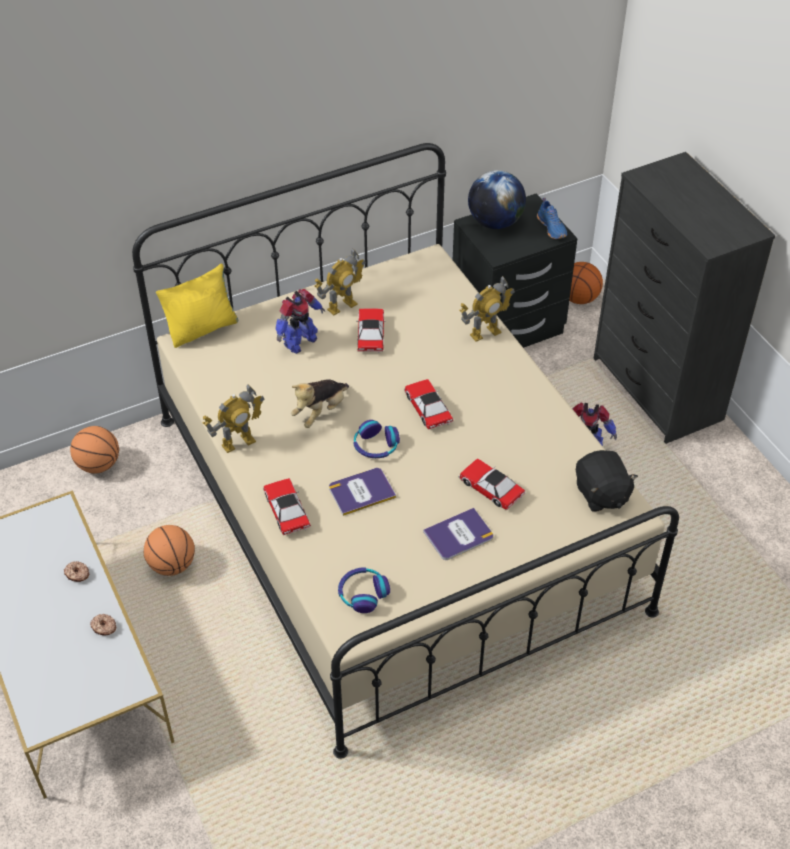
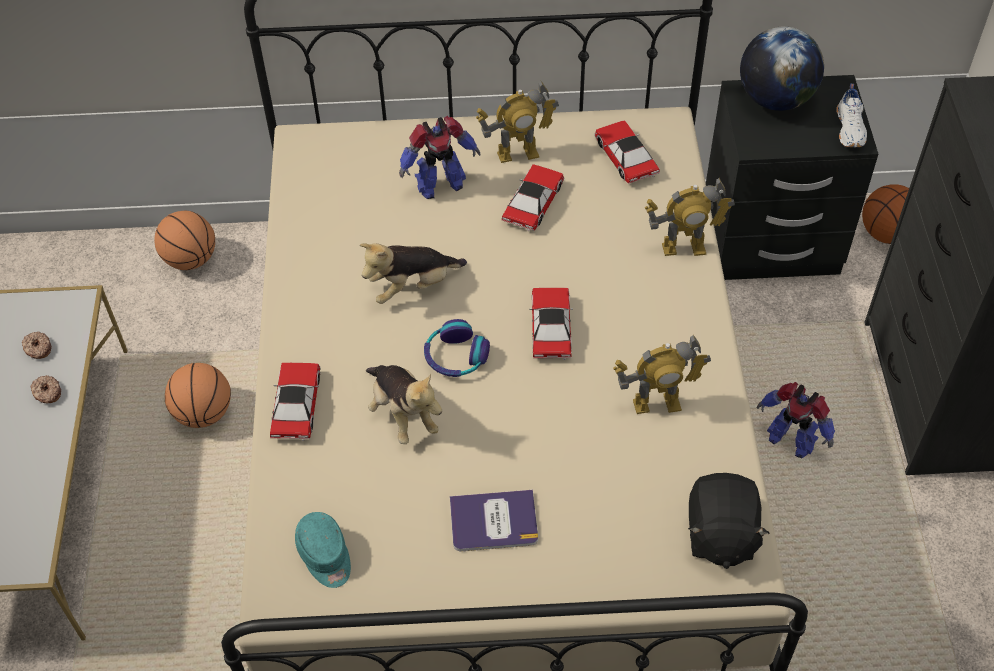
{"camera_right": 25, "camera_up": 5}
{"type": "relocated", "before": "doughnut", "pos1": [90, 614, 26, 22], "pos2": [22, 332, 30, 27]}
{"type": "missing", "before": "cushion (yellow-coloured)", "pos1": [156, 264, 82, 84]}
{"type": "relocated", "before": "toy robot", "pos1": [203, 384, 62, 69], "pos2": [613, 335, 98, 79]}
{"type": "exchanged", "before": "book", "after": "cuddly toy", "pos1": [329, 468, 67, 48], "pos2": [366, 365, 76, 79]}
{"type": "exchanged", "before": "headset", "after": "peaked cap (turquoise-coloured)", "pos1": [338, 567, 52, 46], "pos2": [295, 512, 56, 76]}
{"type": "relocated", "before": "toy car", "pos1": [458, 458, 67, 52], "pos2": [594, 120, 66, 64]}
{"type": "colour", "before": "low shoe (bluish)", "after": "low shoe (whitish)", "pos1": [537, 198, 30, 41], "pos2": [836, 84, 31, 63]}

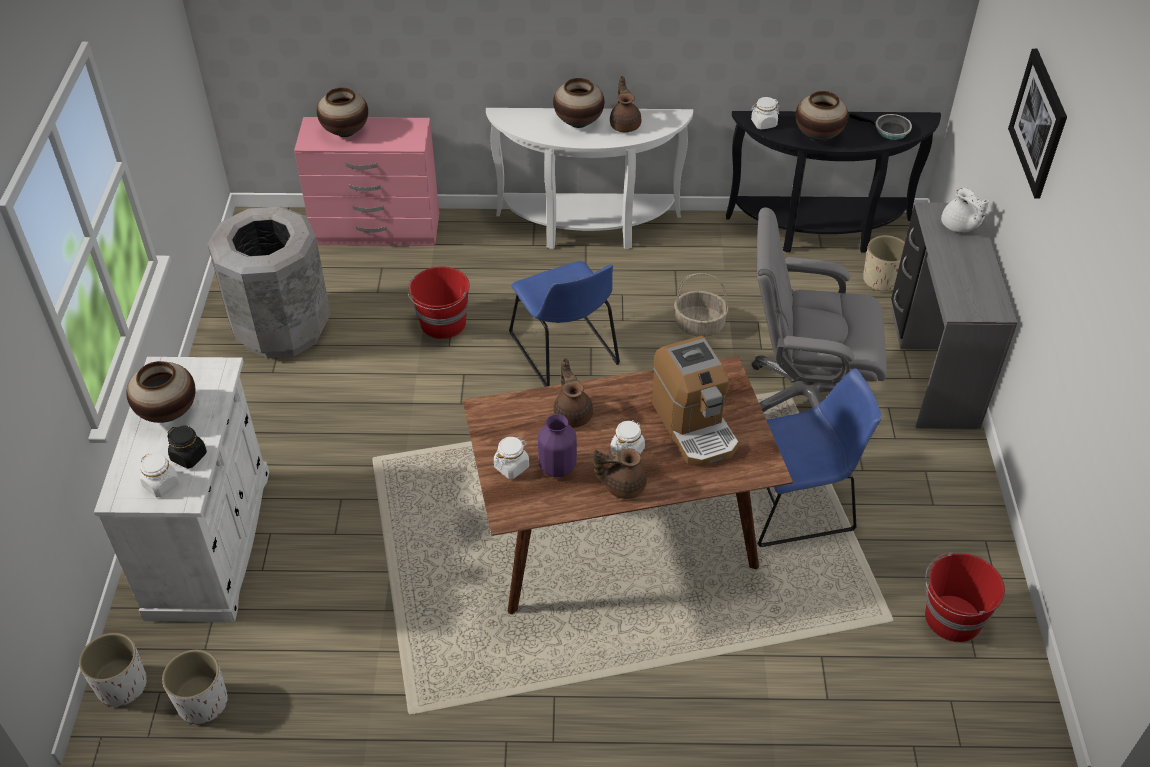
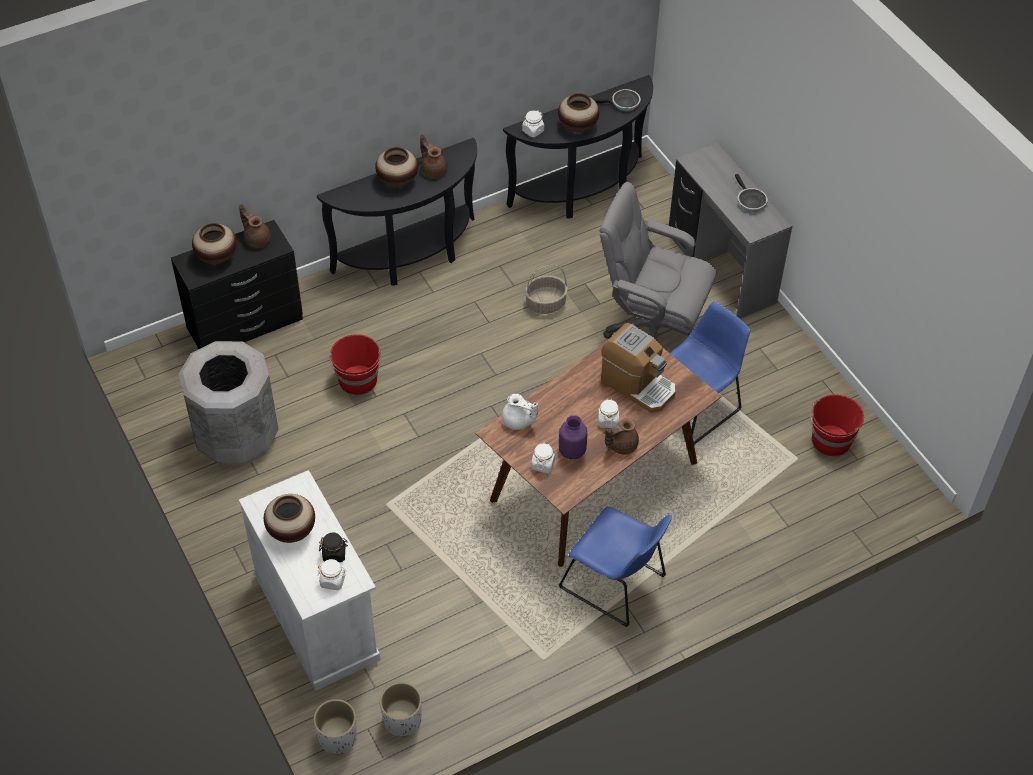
{"camera_right": -30, "camera_up": 5}
{"type": "colour", "before": "drawer chest (pink)", "after": "drawer chest (black-coloured)", "pos1": [294, 117, 145, 129], "pos2": [171, 220, 132, 129]}
{"type": "colour", "before": "narrow table (whitish)", "after": "narrow table (black-coloured)", "pos1": [486, 108, 207, 141], "pos2": [317, 138, 160, 148]}
{"type": "relocated", "before": "plain chair (bluish)", "pos1": [509, 261, 111, 126], "pos2": [559, 507, 113, 120]}
{"type": "relocated", "before": "teapot (brown)", "pos1": [553, 358, 40, 70], "pos2": [239, 204, 32, 44]}
{"type": "spun", "before": "office chair (greyish)", "pos1": [752, 207, 135, 205], "pos2": [600, 182, 117, 158], "turn": 45}
{"type": "missing", "before": "planter (sand-coloured)", "pos1": [863, 235, 42, 56]}
{"type": "relocated", "before": "teapot (whitish)", "pos1": [941, 188, 48, 44], "pos2": [502, 394, 36, 36]}
{"type": "missing", "before": "picture", "pos1": [1008, 49, 59, 150]}
{"type": "appeared", "after": "skillet", "pos2": [735, 174, 33, 38]}

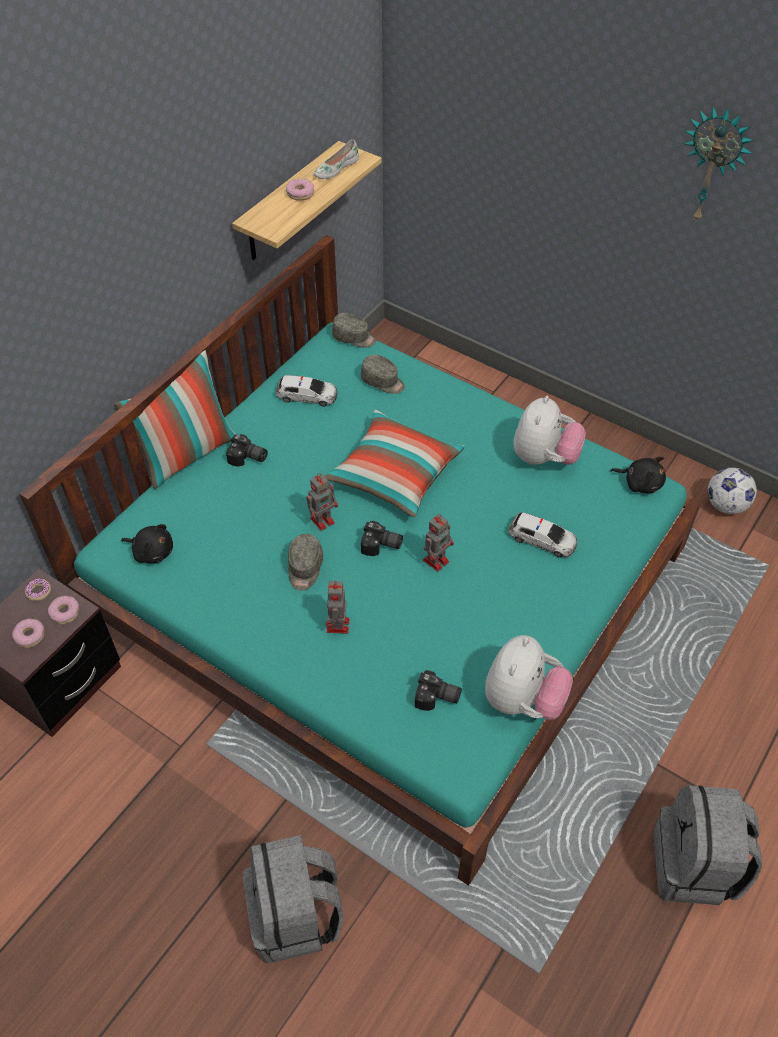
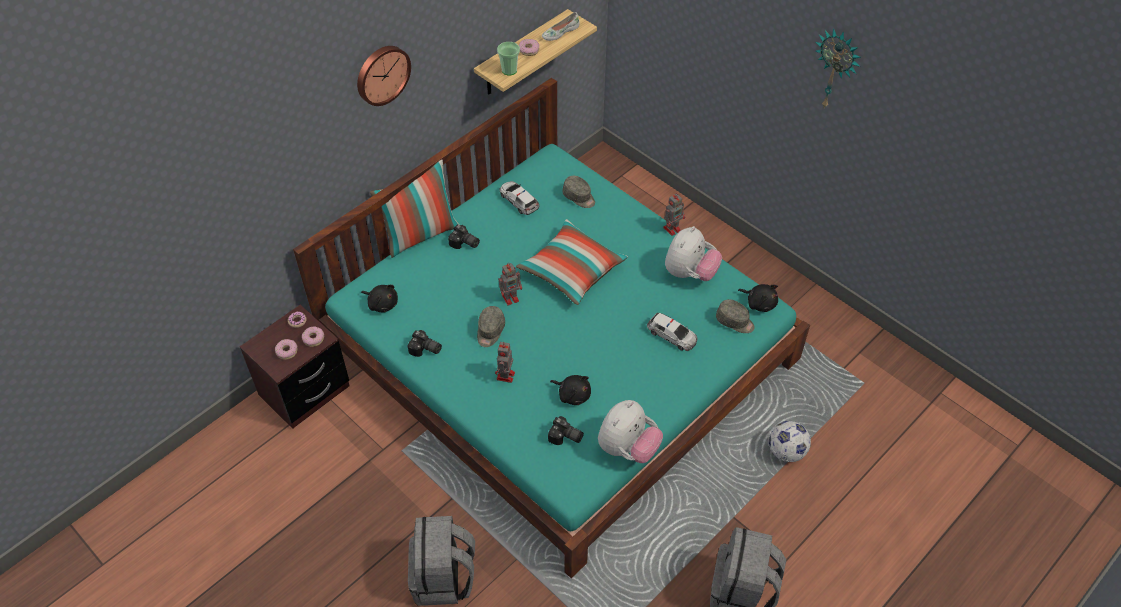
{"camera_right": 10, "camera_up": 0}
{"type": "spun", "before": "toy car", "pos1": [276, 375, 61, 32], "pos2": [500, 181, 40, 34], "turn": -150}
{"type": "relocated", "before": "peaked cap (greyish)", "pos1": [332, 313, 44, 35], "pos2": [716, 299, 39, 34]}
{"type": "relocated", "before": "still camera", "pos1": [361, 521, 42, 35], "pos2": [408, 330, 34, 27]}
{"type": "relocated", "before": "toy robot", "pos1": [423, 514, 31, 58], "pos2": [663, 194, 22, 42]}
{"type": "relocated", "before": "football", "pos1": [707, 468, 50, 46], "pos2": [769, 421, 42, 41]}
{"type": "appeared", "after": "hanging clock", "pos2": [357, 46, 54, 60]}
{"type": "appeared", "after": "cup", "pos2": [497, 42, 23, 33]}
{"type": "appeared", "after": "cuddly toy (black-coloured)", "pos2": [550, 375, 41, 30]}

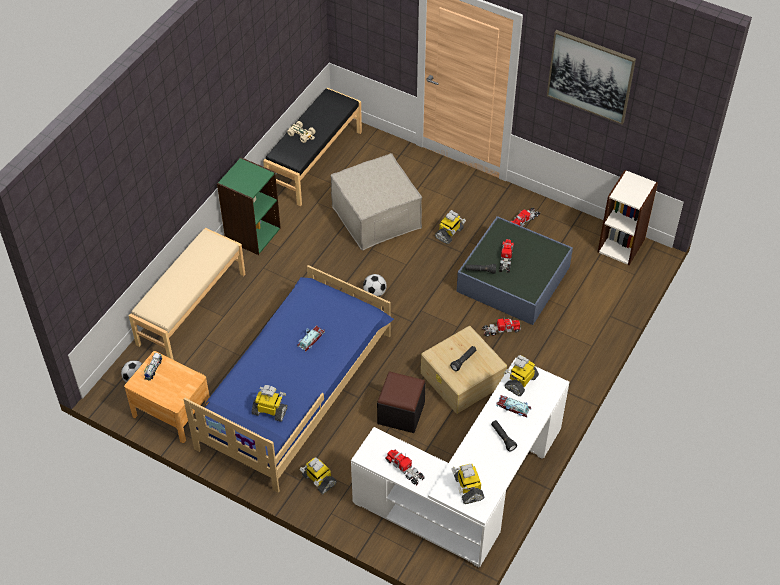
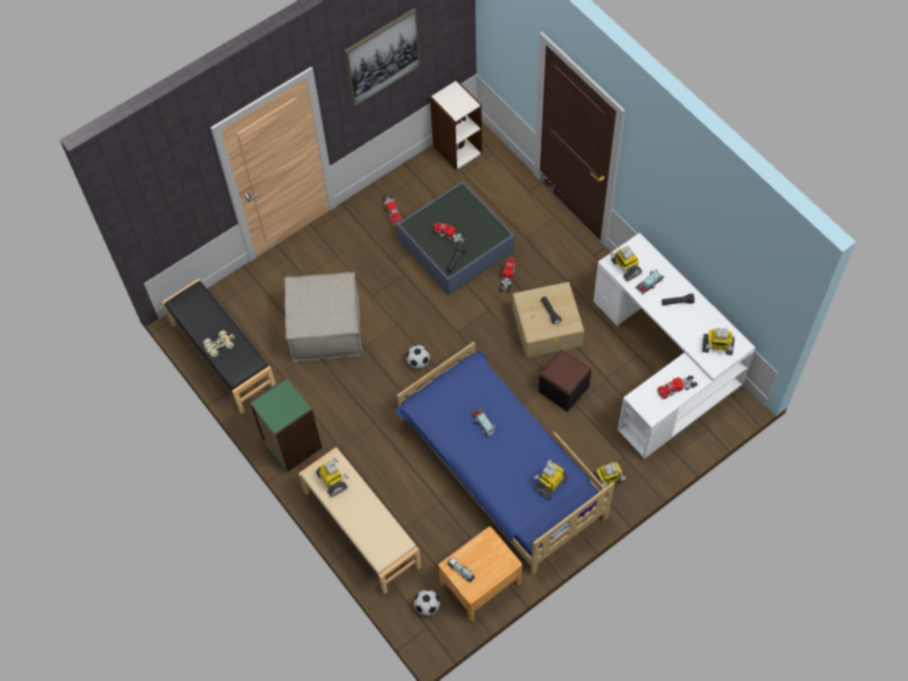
{"camera_right": -65, "camera_up": 10}
{"type": "relocated", "before": "toy robot", "pos1": [435, 210, 31, 34], "pos2": [316, 457, 33, 40]}

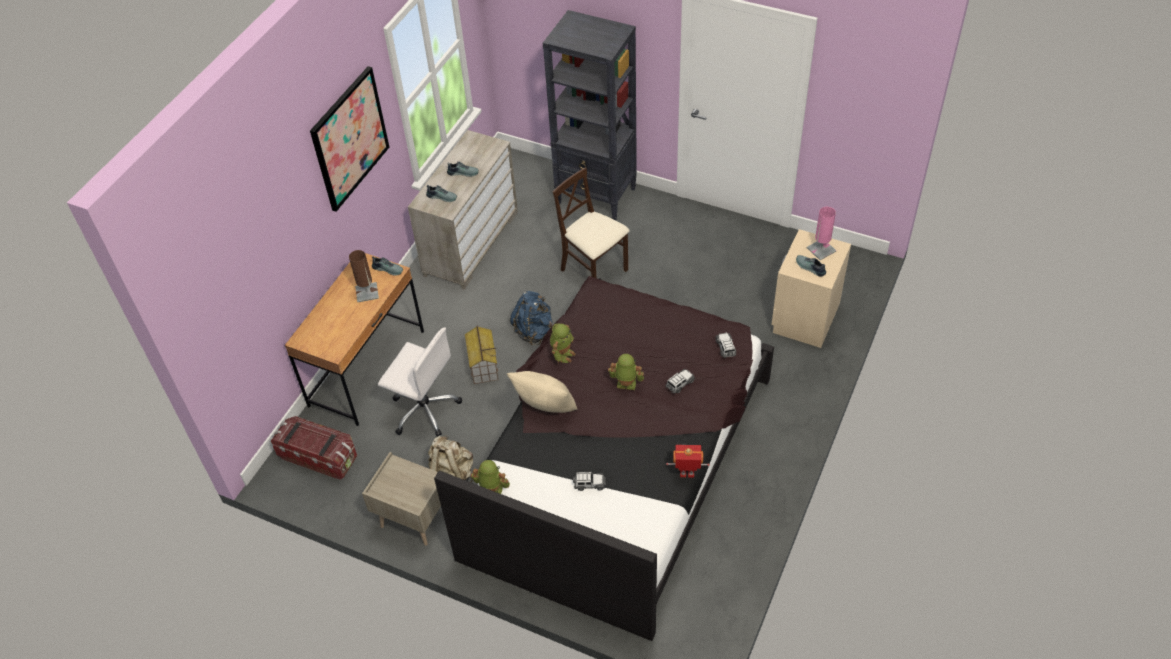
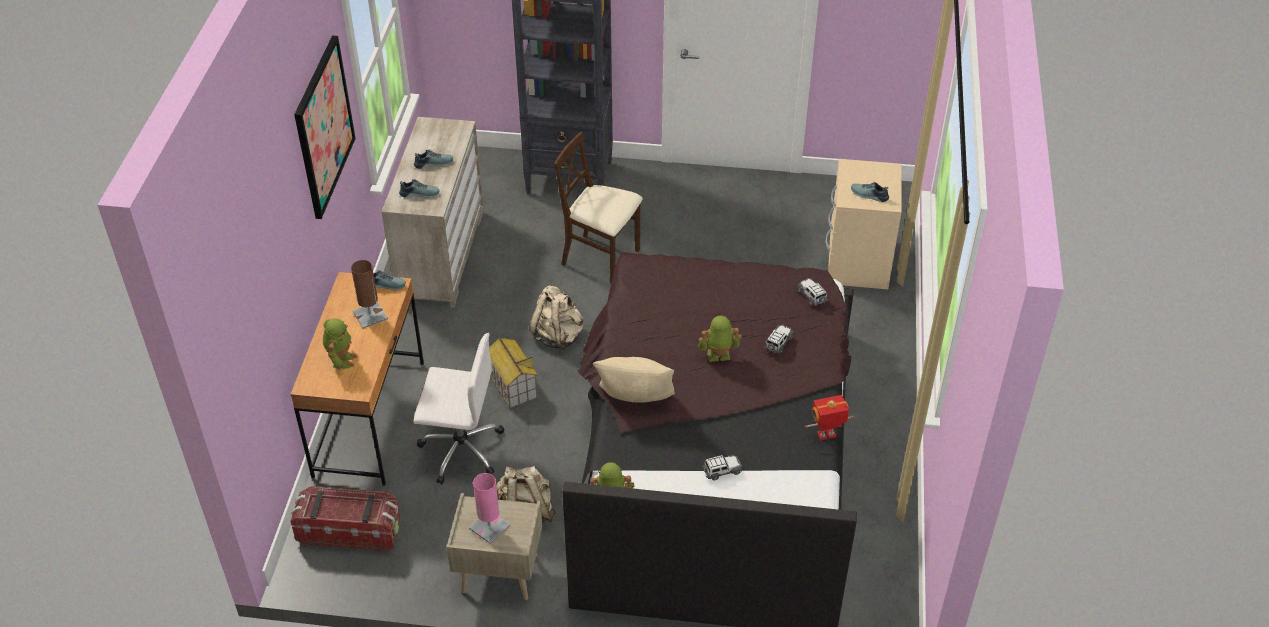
{"camera_right": -20, "camera_up": -5}
{"type": "colour", "before": "rucksack (bluish)", "after": "rucksack (sand-coloured)", "pos1": [510, 291, 42, 54], "pos2": [529, 285, 54, 66]}
{"type": "relocated", "before": "toy robot", "pos1": [550, 323, 26, 41], "pos2": [323, 318, 34, 52]}
{"type": "relocated", "before": "lamp for a table (pink)", "pos1": [807, 207, 29, 53], "pos2": [469, 473, 41, 71]}

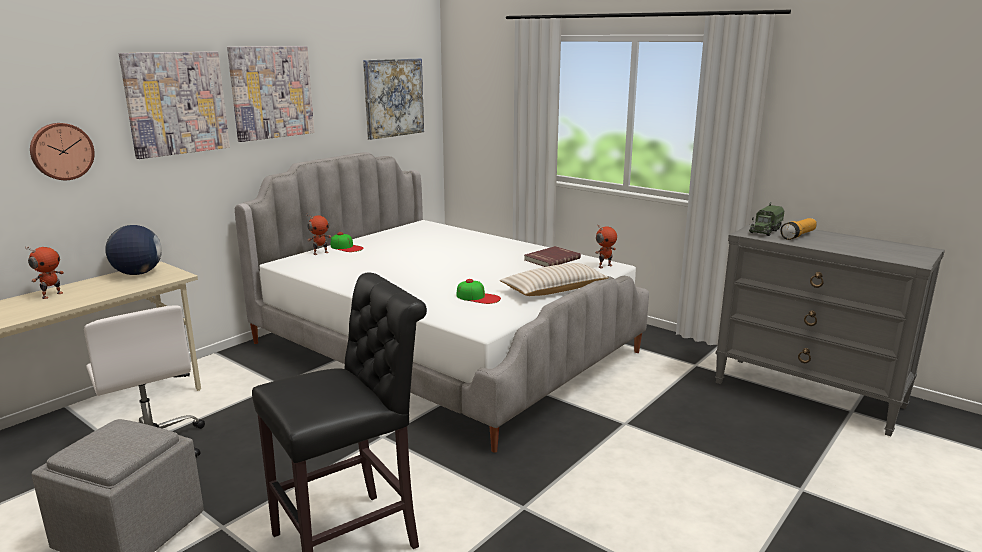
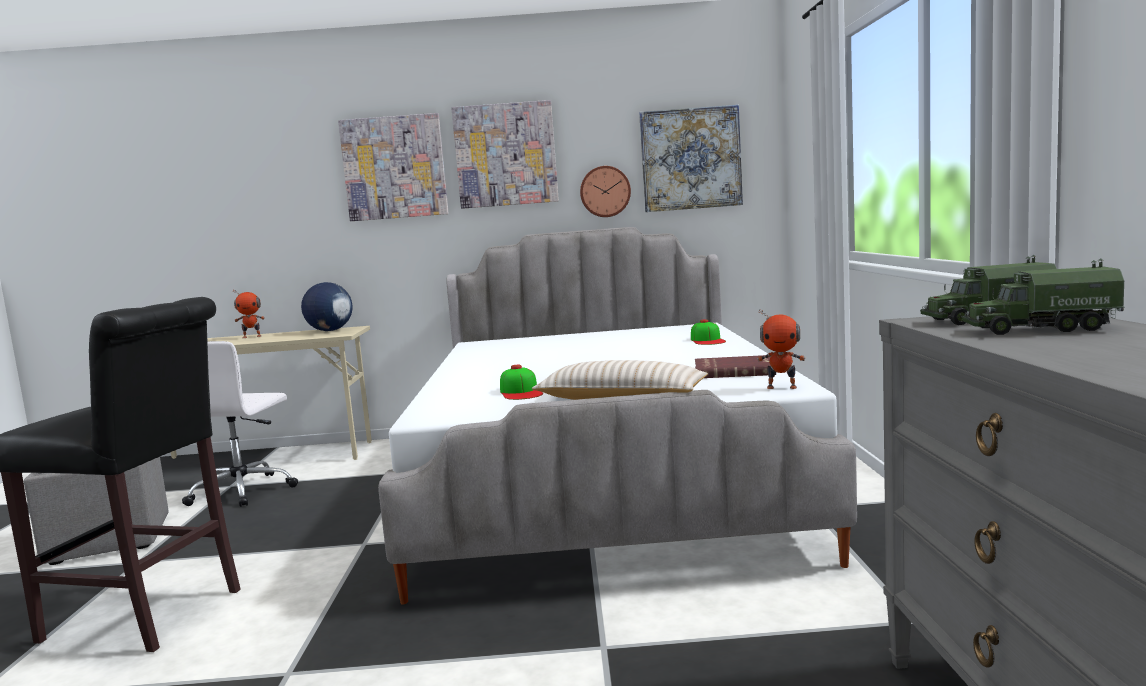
{"camera_right": 50, "camera_up": -10}
{"type": "relocated", "before": "hanging clock", "pos1": [30, 123, 65, 57], "pos2": [580, 166, 51, 51]}
{"type": "missing", "before": "toy robot", "pos1": [306, 214, 25, 41]}
{"type": "relocated", "before": "peaked cap", "pos1": [331, 232, 32, 20], "pos2": [691, 319, 35, 26]}
{"type": "exchanged", "before": "torch", "after": "toy lorry", "pos1": [780, 218, 37, 22], "pos2": [962, 258, 163, 77]}

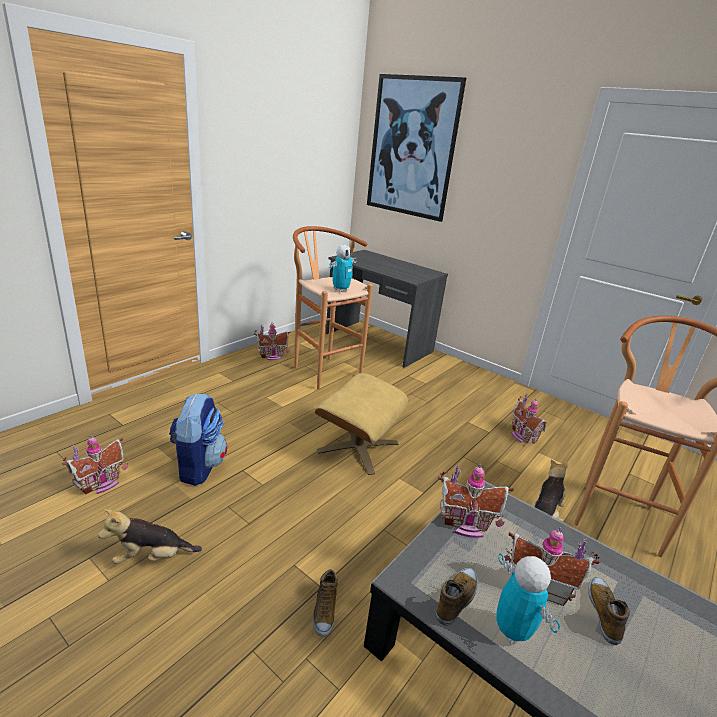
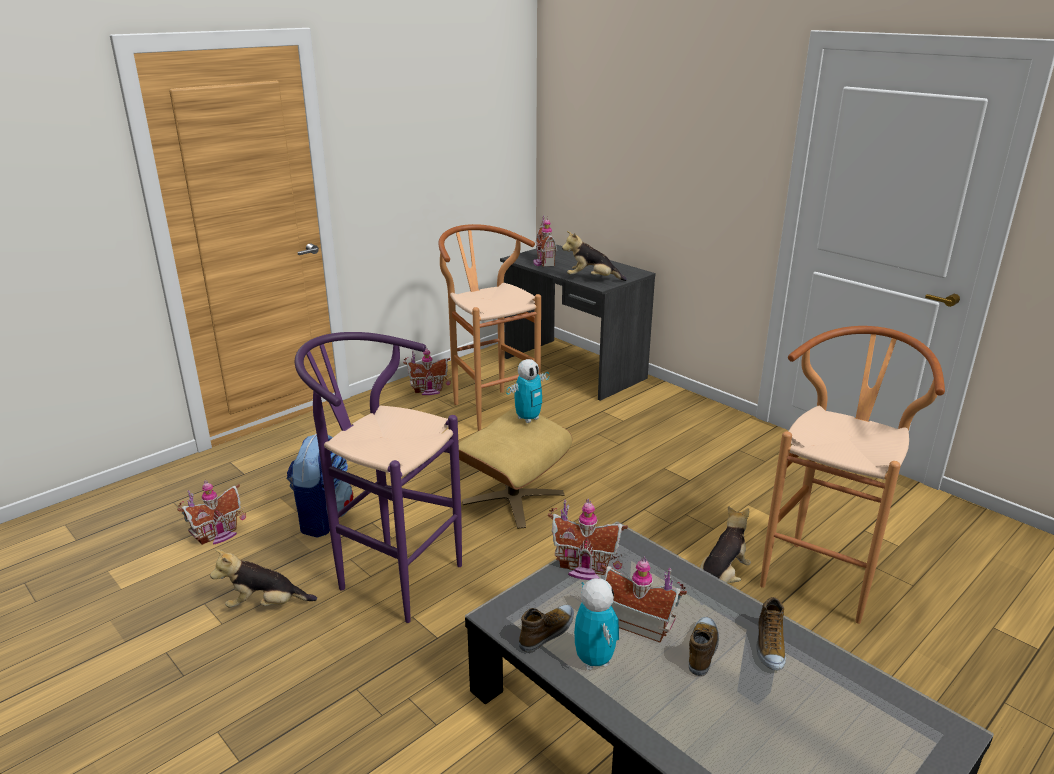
{"camera_right": 10, "camera_up": 0}
{"type": "relocated", "before": "low shoe", "pos1": [312, 569, 25, 68], "pos2": [756, 597, 30, 74]}
{"type": "relocated", "before": "toy robot", "pos1": [329, 245, 28, 47], "pos2": [506, 359, 43, 64]}
{"type": "missing", "before": "picture", "pos1": [367, 74, 99, 148]}
{"type": "relocated", "before": "toy house", "pos1": [511, 394, 36, 50], "pos2": [533, 216, 24, 51]}
{"type": "appeared", "after": "stool seat (purple-coloured)", "pos2": [295, 332, 167, 291]}
{"type": "appeared", "after": "cuddly toy", "pos2": [562, 231, 65, 50]}

